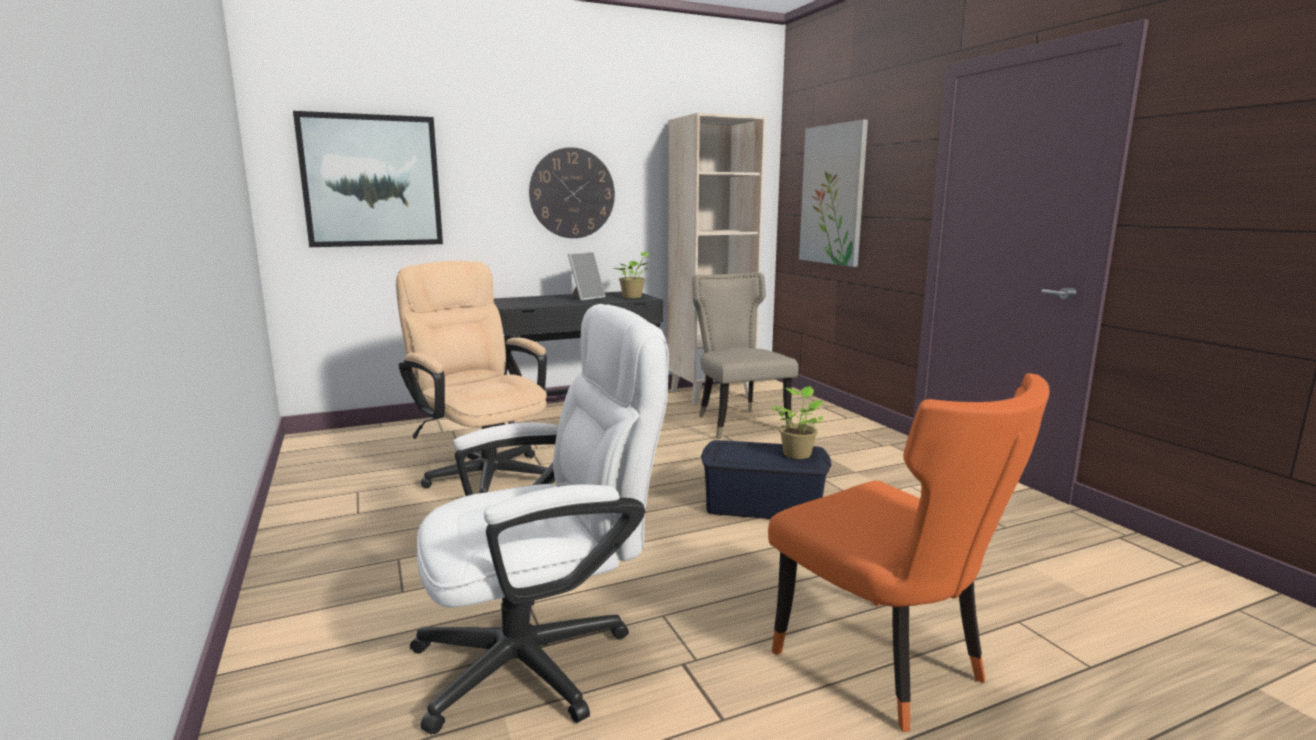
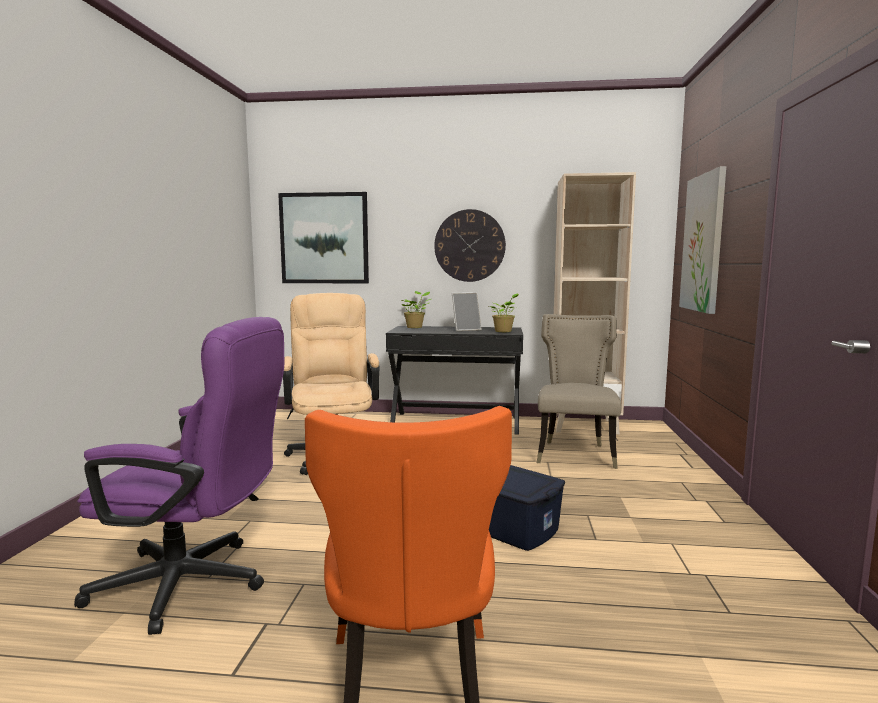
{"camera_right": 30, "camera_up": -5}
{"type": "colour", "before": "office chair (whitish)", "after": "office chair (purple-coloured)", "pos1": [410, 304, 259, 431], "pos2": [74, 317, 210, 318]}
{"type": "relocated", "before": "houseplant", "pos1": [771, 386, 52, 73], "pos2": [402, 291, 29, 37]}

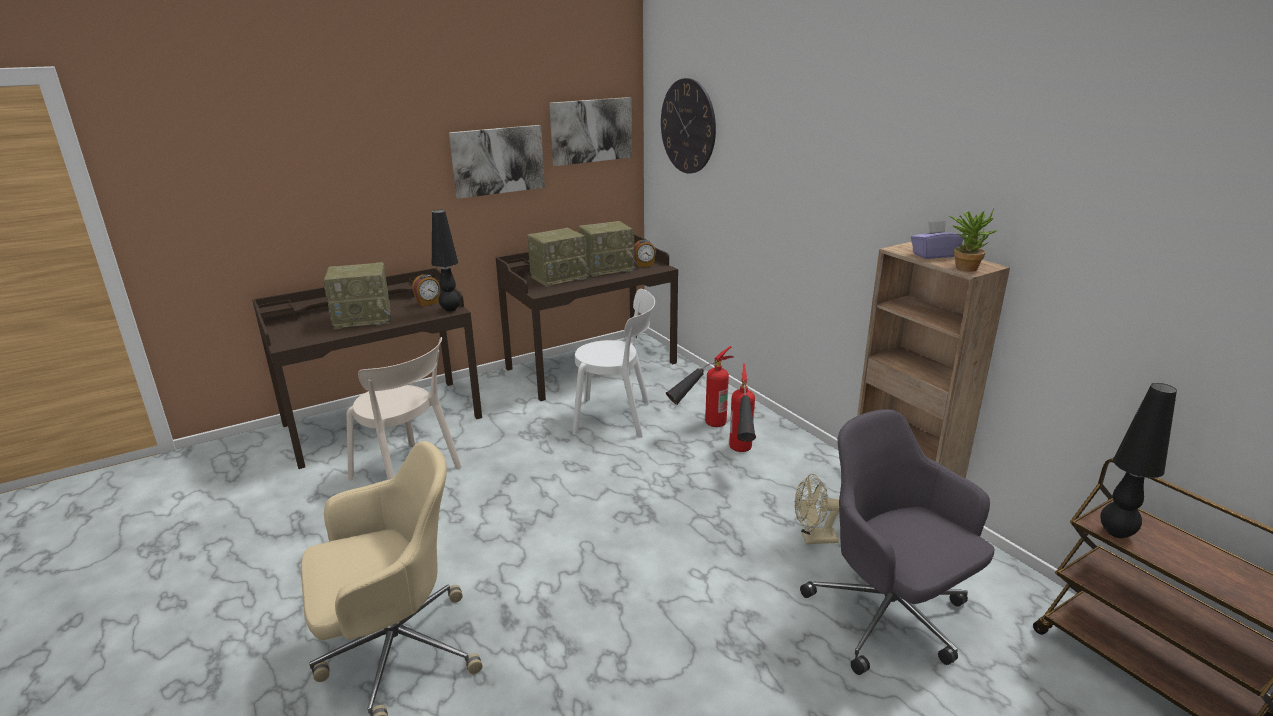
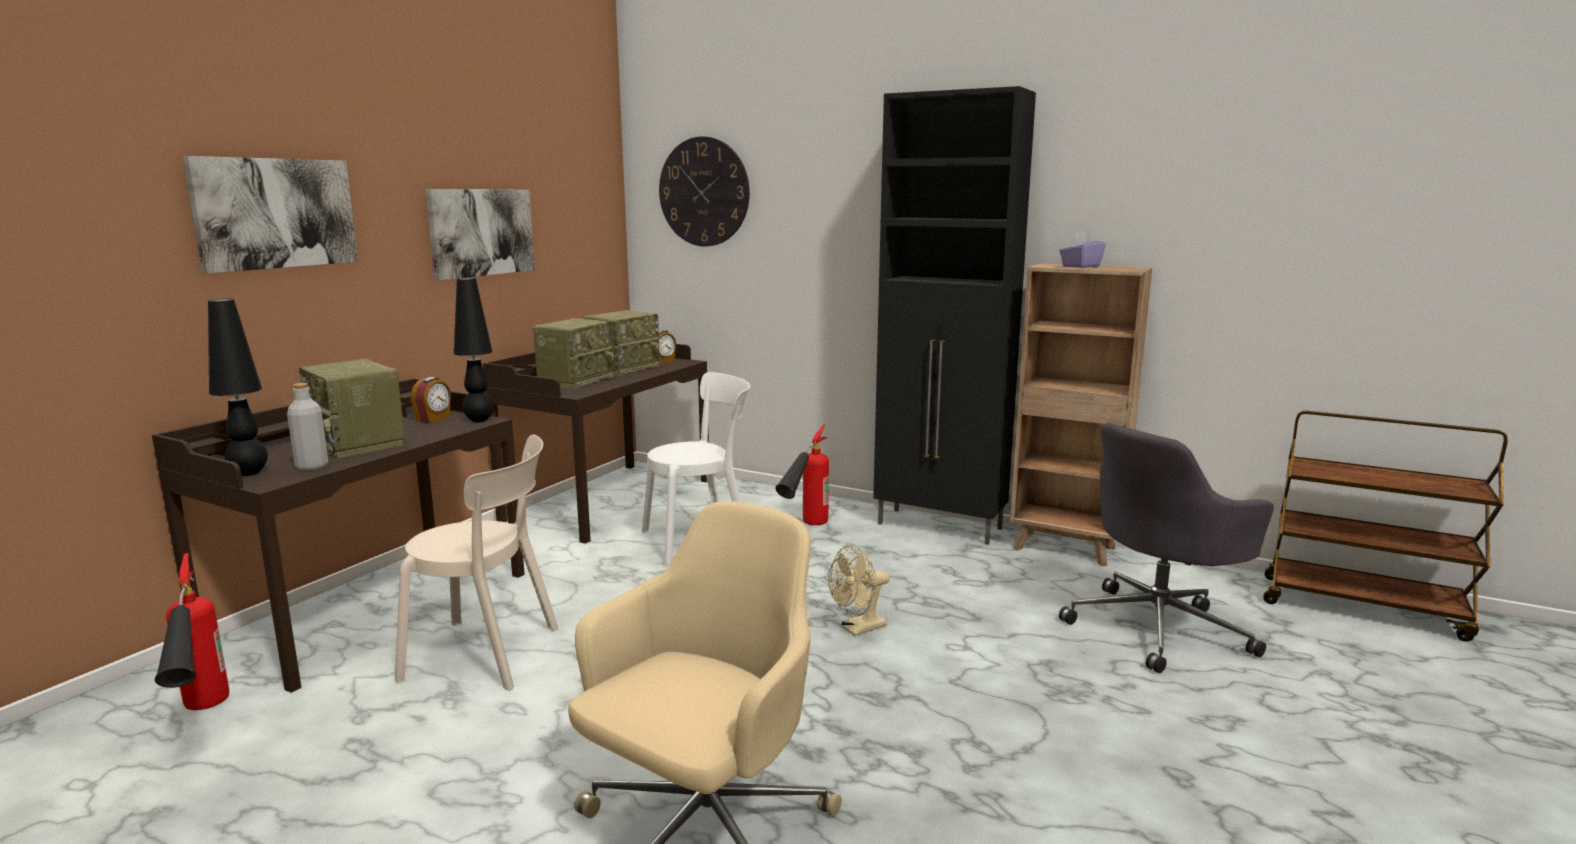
{"camera_right": -30, "camera_up": -10}
{"type": "spun", "before": "radio set", "pos1": [323, 262, 68, 68], "pos2": [299, 359, 106, 99], "turn": 90}
{"type": "relocated", "before": "picture", "pos1": [549, 97, 83, 69], "pos2": [183, 156, 175, 117]}
{"type": "relocated", "before": "extinguisher", "pos1": [729, 363, 27, 89], "pos2": [155, 553, 74, 157]}
{"type": "relocated", "before": "electric fan (sand-coloured)", "pos1": [795, 473, 44, 71], "pos2": [828, 545, 62, 91]}
{"type": "spun", "before": "office chair (greyish)", "pos1": [800, 409, 194, 266], "pos2": [1059, 422, 215, 251], "turn": -60}
{"type": "missing", "before": "houseplant", "pos1": [949, 208, 48, 64]}
{"type": "relocated", "before": "lamp for a table (black-coloured)", "pos1": [1101, 383, 76, 155], "pos2": [208, 299, 60, 177]}
{"type": "appeared", "after": "drink bottle (greyish)", "pos2": [287, 383, 41, 88]}
{"type": "appeared", "after": "cupboard (black-coloured)", "pos2": [873, 86, 163, 459]}

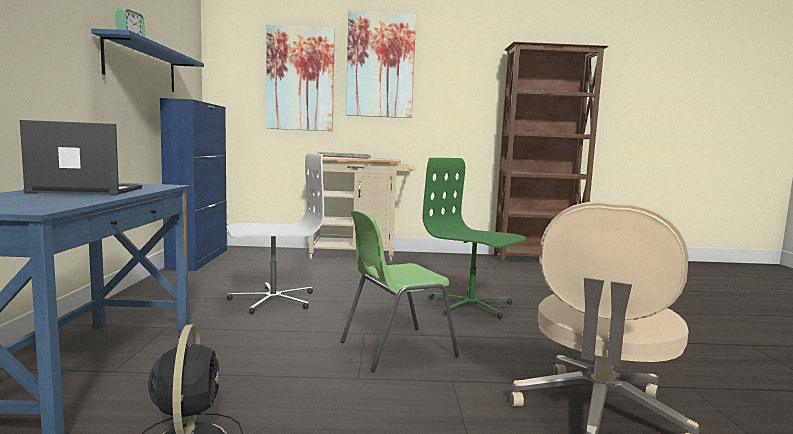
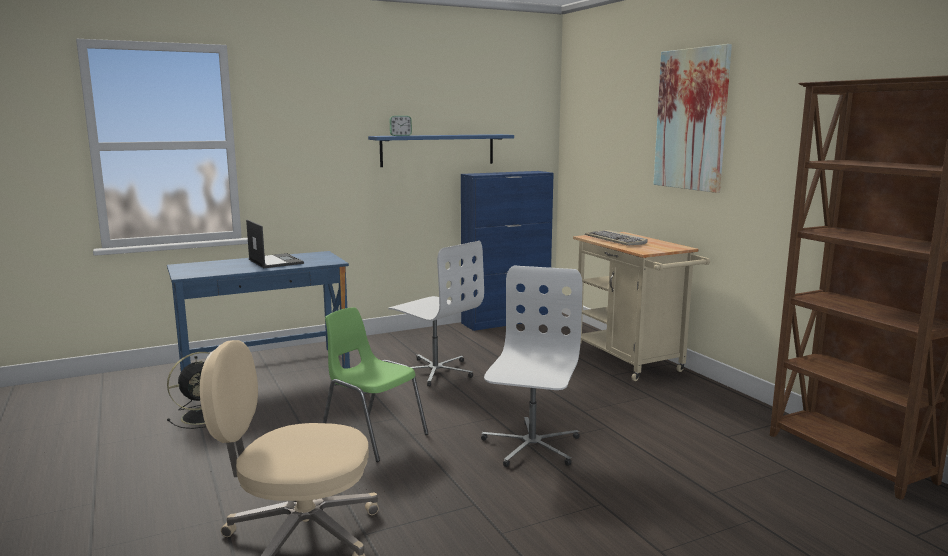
{"camera_right": 65, "camera_up": 5}
{"type": "missing", "before": "picture", "pos1": [266, 25, 69, 106]}
{"type": "colour", "before": "office chair (green)", "after": "office chair (whitish)", "pos1": [423, 158, 104, 161], "pos2": [481, 266, 102, 201]}

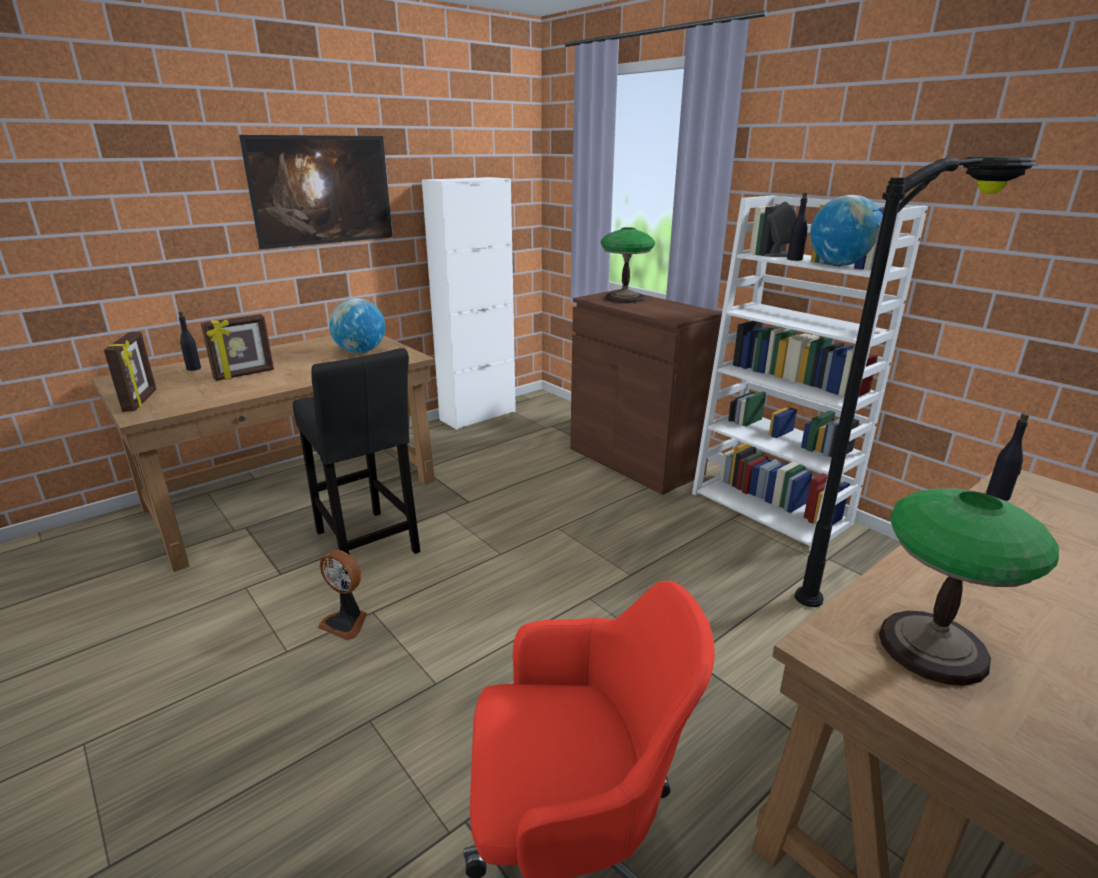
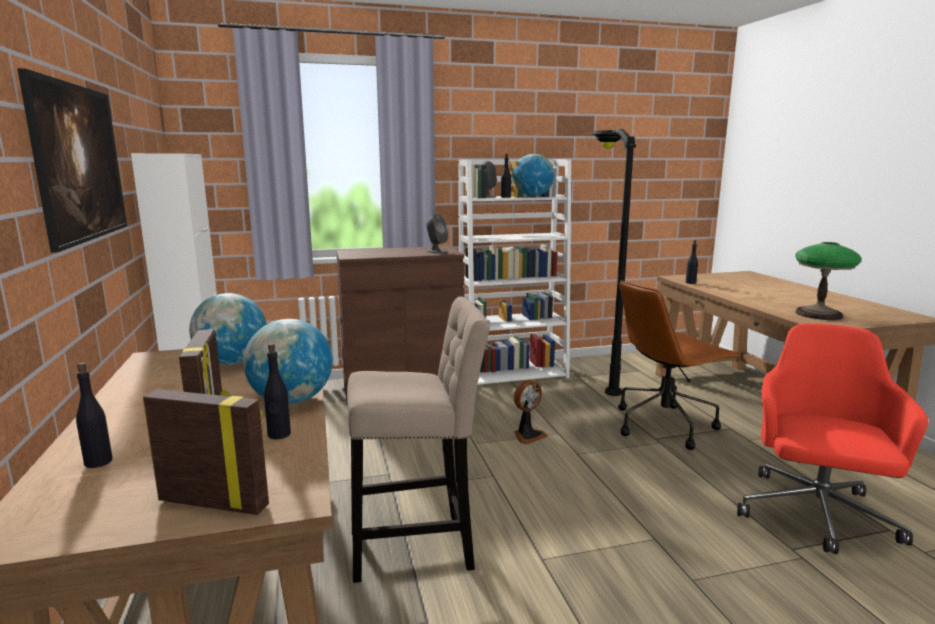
{"camera_right": -65, "camera_up": -10}
{"type": "colour", "before": "stool seat (black-coloured)", "after": "stool seat (sand-coloured)", "pos1": [293, 348, 127, 227], "pos2": [347, 296, 143, 287]}
{"type": "relocated", "before": "electric fan", "pos1": [318, 550, 49, 90], "pos2": [514, 380, 33, 64]}
{"type": "missing", "before": "lamp for a table", "pos1": [601, 227, 54, 76]}
{"type": "appeared", "after": "world globe", "pos2": [243, 319, 90, 85]}
{"type": "appeared", "after": "drink bottle (black-coloured)", "pos2": [264, 343, 27, 96]}
{"type": "appeared", "after": "audio speaker (greyish)", "pos2": [426, 214, 22, 40]}
{"type": "appeared", "after": "office chair (brown)", "pos2": [618, 280, 122, 170]}

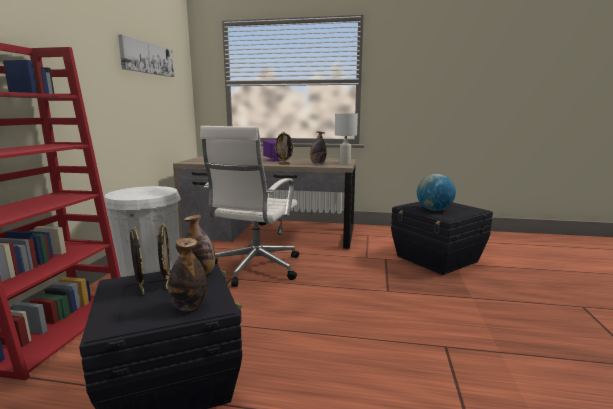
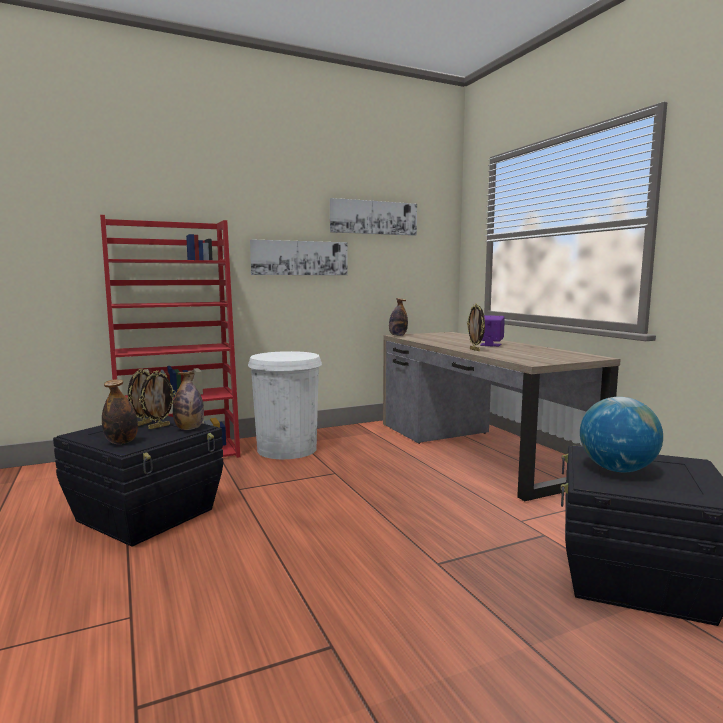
{"camera_right": 55, "camera_up": -5}
{"type": "missing", "before": "office chair (whitish)", "pos1": [200, 126, 99, 161]}
{"type": "relocated", "before": "drink bottle", "pos1": [310, 132, 16, 32], "pos2": [389, 298, 19, 38]}
{"type": "missing", "before": "lamp for a table (whitish)", "pos1": [335, 113, 23, 52]}
{"type": "appeared", "after": "picture", "pos2": [250, 239, 98, 36]}

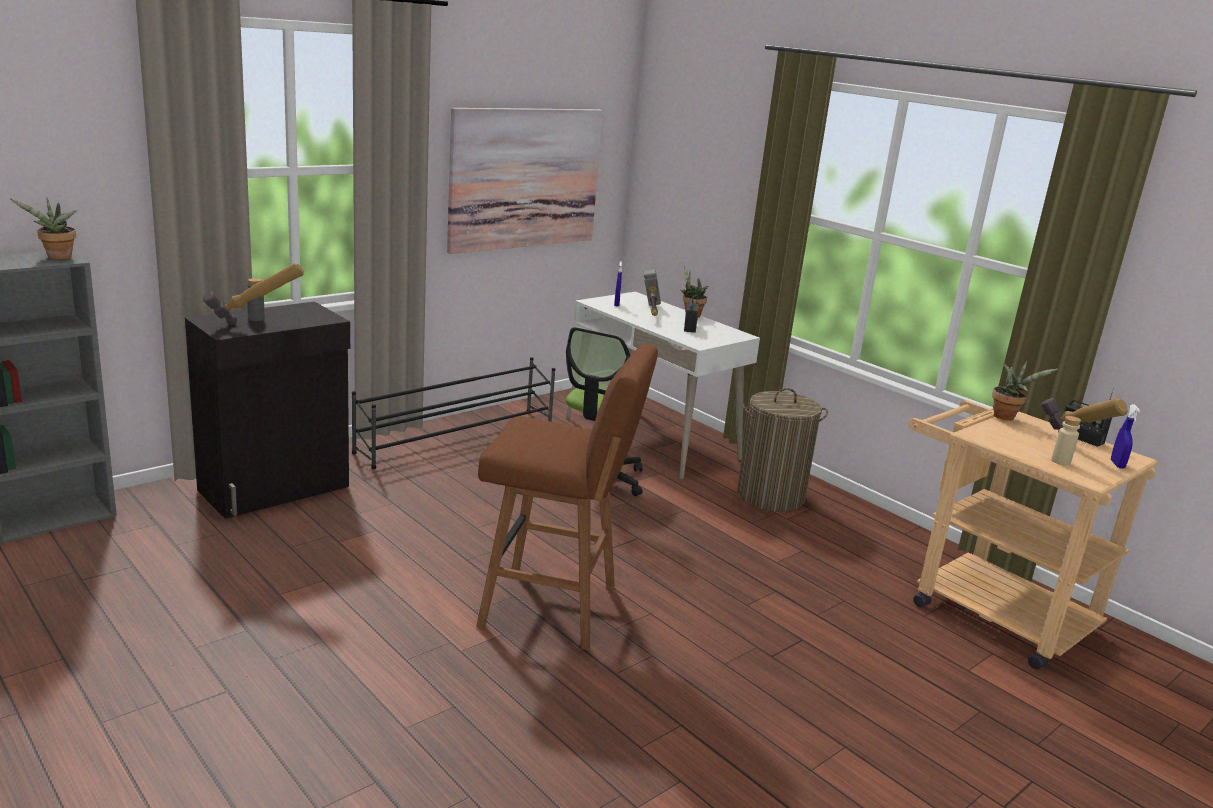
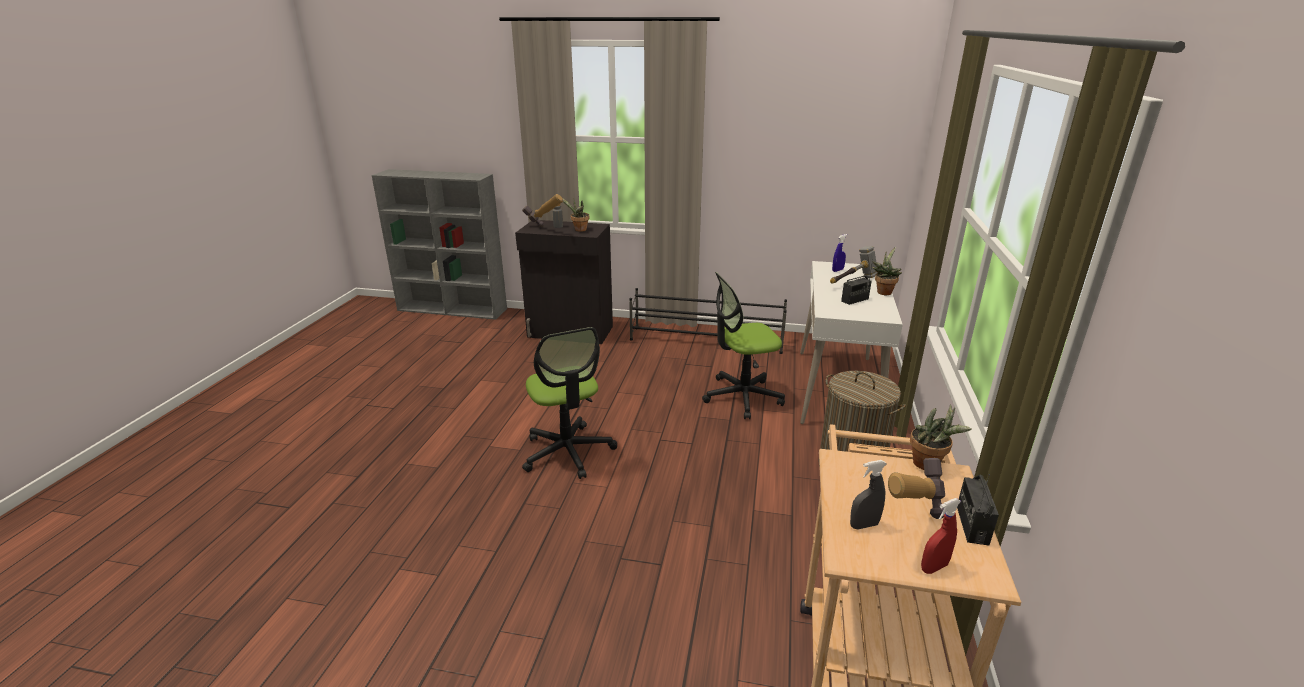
{"camera_right": 55, "camera_up": 5}
{"type": "relocated", "before": "houseplant", "pos1": [10, 198, 67, 62], "pos2": [563, 197, 26, 35]}
{"type": "missing", "before": "picture", "pos1": [447, 108, 156, 146]}
{"type": "exchanged", "before": "stool seat (brown)", "after": "office chair", "pos1": [476, 344, 182, 306], "pos2": [522, 327, 95, 152]}
{"type": "exchanged", "before": "drink bottle (sand-coloured)", "after": "sprayer (greyish)", "pos1": [1051, 416, 30, 50], "pos2": [850, 460, 36, 70]}
{"type": "colour", "before": "sprayer (bluish)", "after": "sprayer (red)", "pos1": [1111, 404, 29, 65], "pos2": [921, 498, 40, 76]}

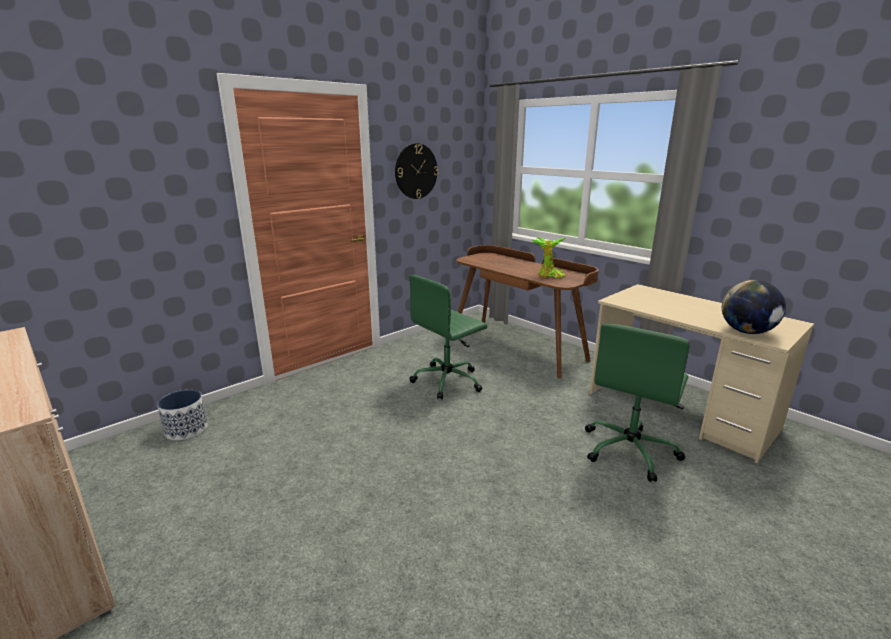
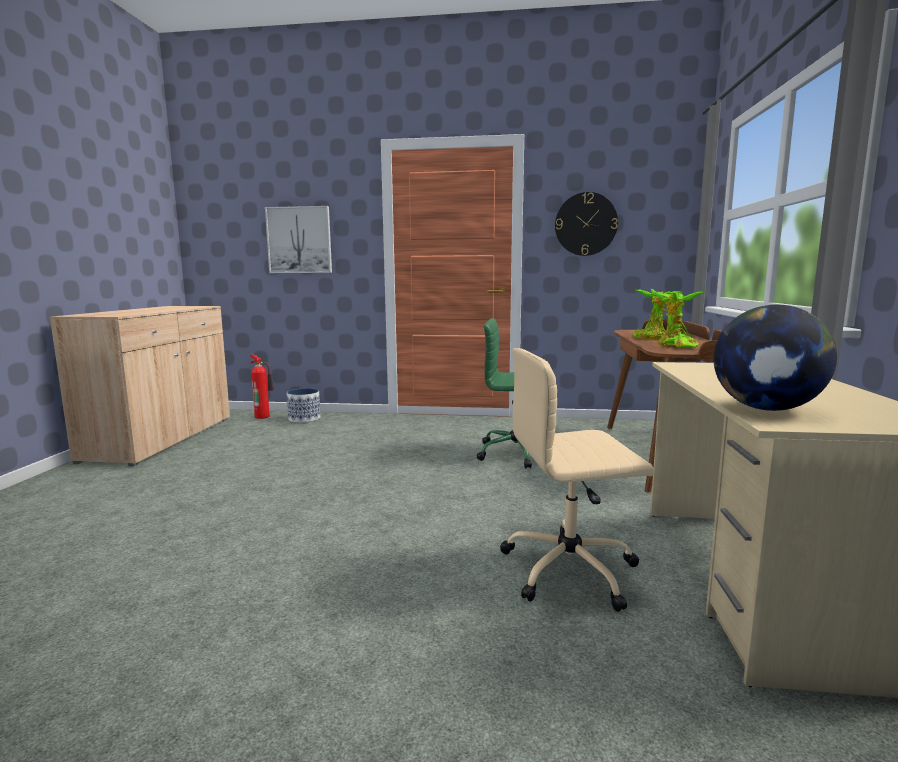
{"camera_right": 50, "camera_up": -10}
{"type": "colour", "before": "office chair (green)", "after": "office chair (sand-coloured)", "pos1": [585, 324, 105, 158], "pos2": [500, 348, 154, 264]}
{"type": "appeared", "after": "extinguisher", "pos2": [250, 355, 24, 64]}
{"type": "appeared", "after": "picture", "pos2": [265, 206, 67, 67]}
{"type": "appeared", "after": "houseplant", "pos2": [633, 288, 50, 51]}

